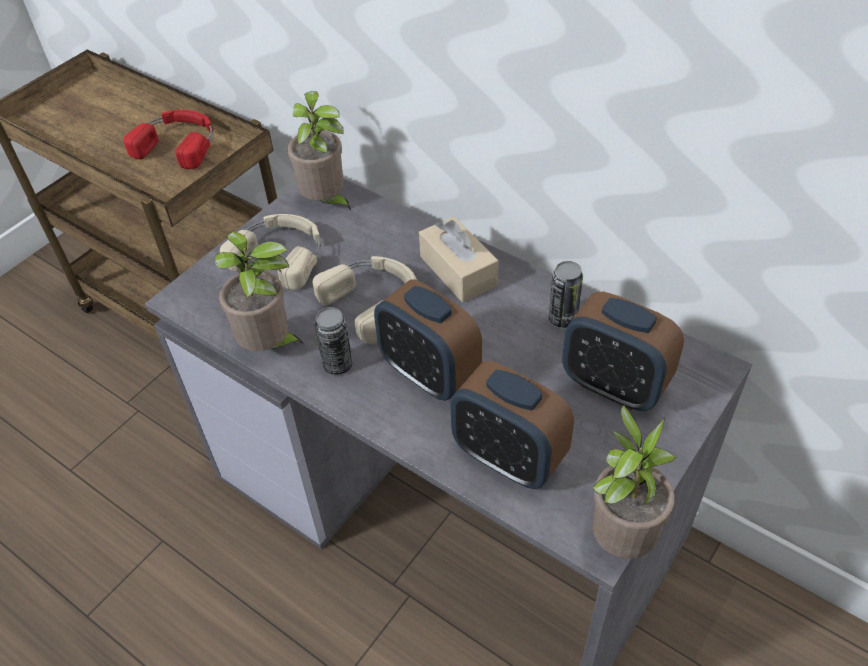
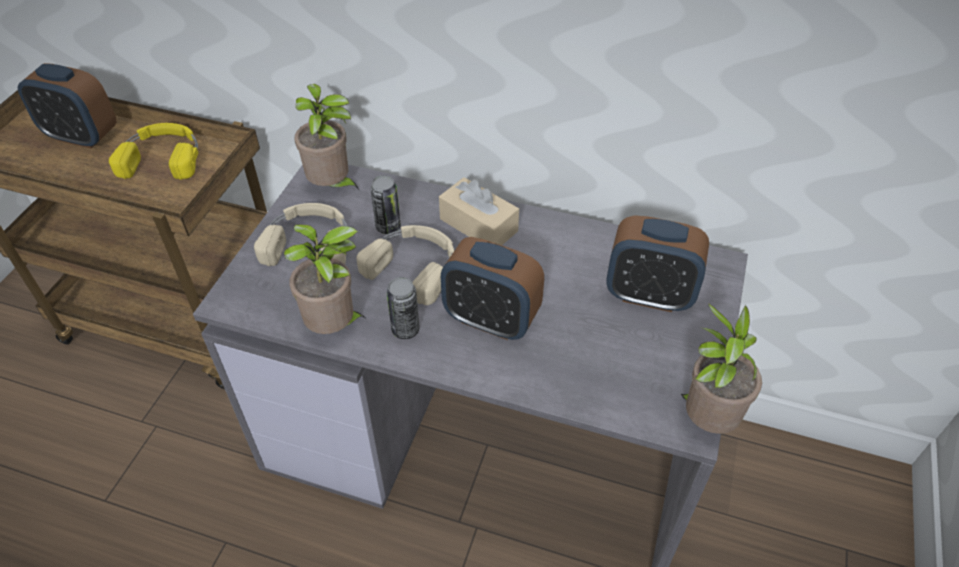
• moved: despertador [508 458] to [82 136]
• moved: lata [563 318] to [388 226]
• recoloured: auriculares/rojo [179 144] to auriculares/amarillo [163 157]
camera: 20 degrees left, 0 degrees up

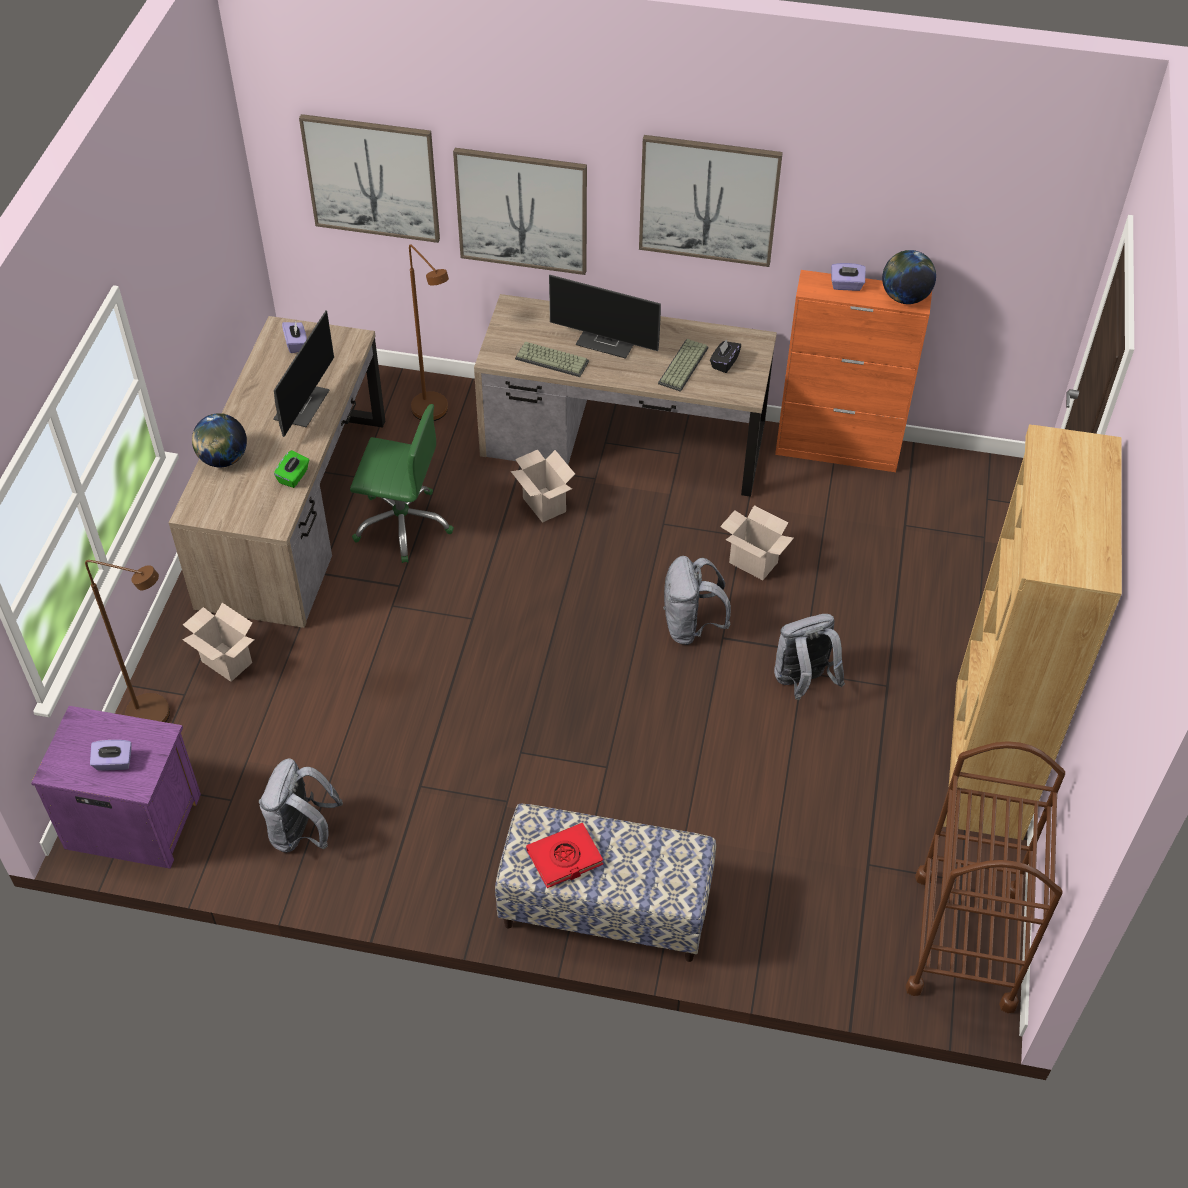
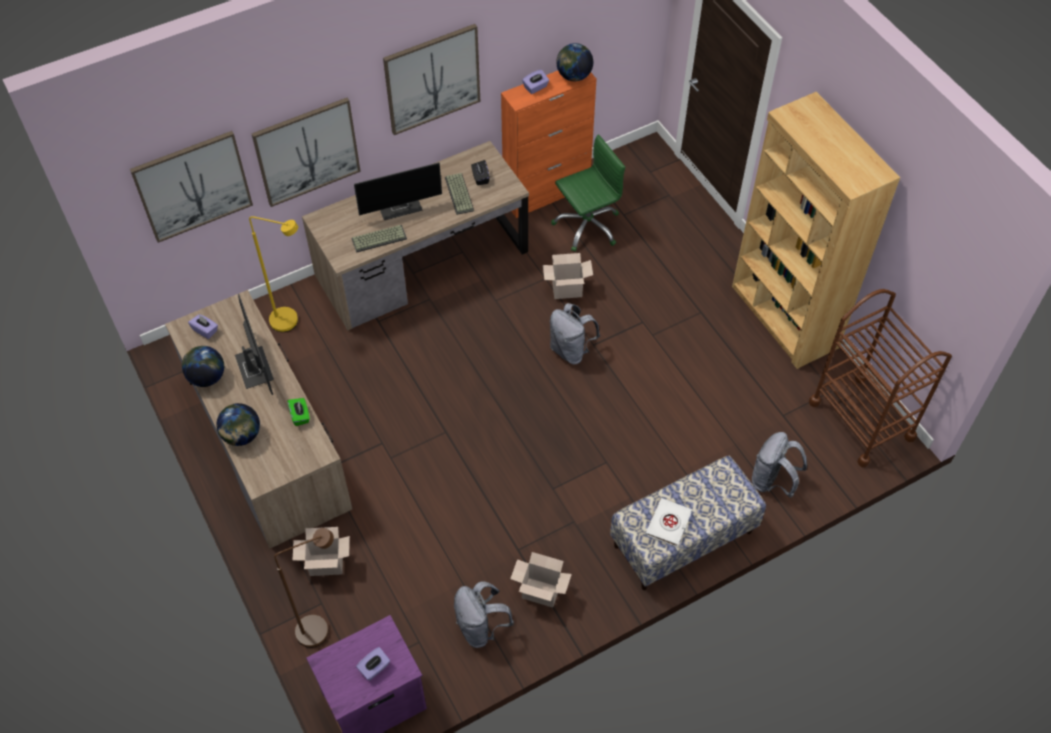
• added: globo terráqueo [207 377]
• moved: silla de oficina/verde [403 524] to [587 226]
• moved: caja de cartón [542 504] to [539 593]
• moved: mochila/gris [803 682] to [772 481]
• recoloured: lámpara de pie/marrón [435 415] to lámpara de pie/amarillo [291 322]
• recoloured: libro/rojo [565 858] to libro/blanco [668 524]
camera: 40 degrees left, 5 degrees up

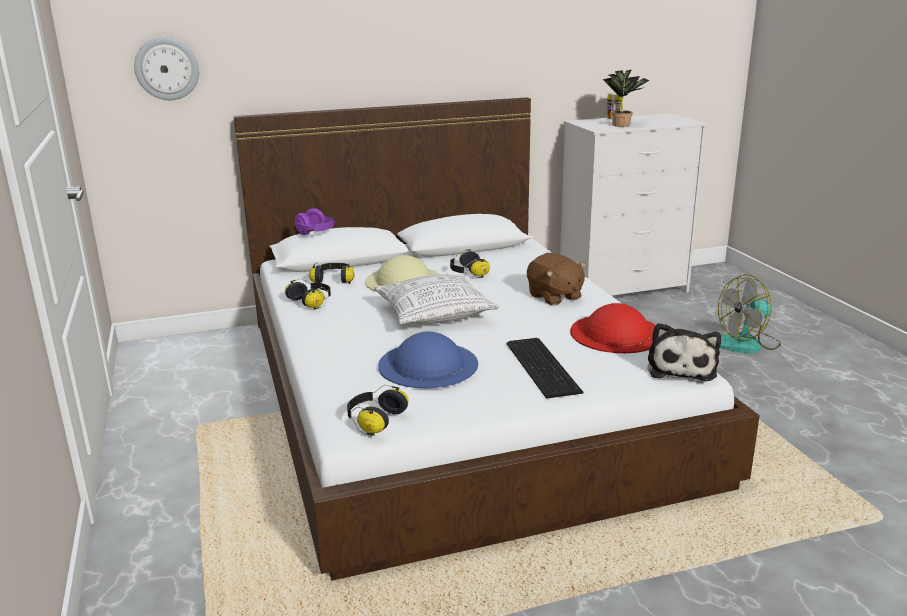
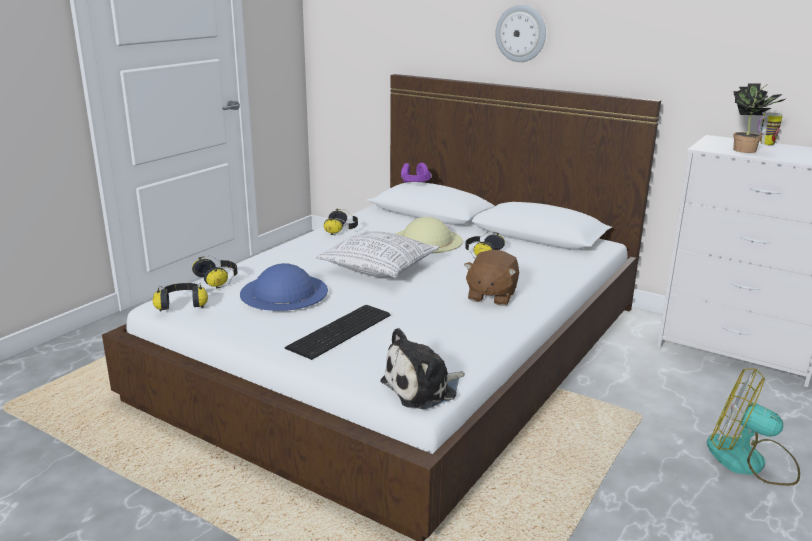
• removed: sombrero/rojo [616 333]
• moved: reloj de pared [167 68] to [521 33]
• moved: auriculares [333 280] to [218 280]
camera: 50 degrees right, 0 degrees up

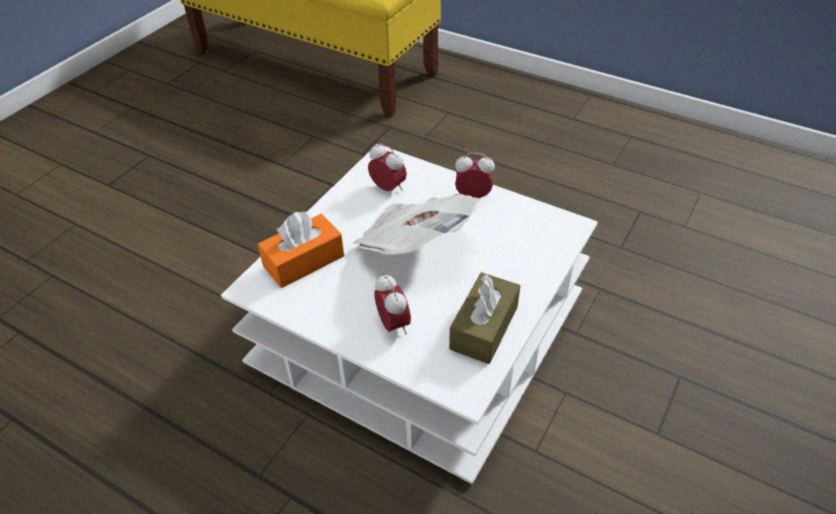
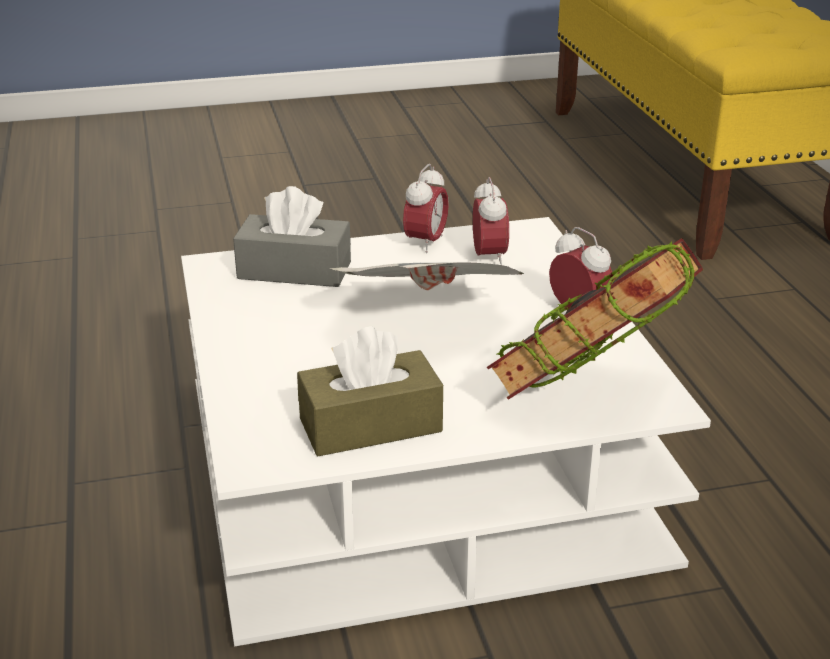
• added: libro [589 398]
• moved: despertador [393 325] to [425 243]
• recoloured: caja de pañuelos/naranja [303 261] to caja de pañuelos/gris [294 270]
camera: 45 degrees right, 15 degrees down

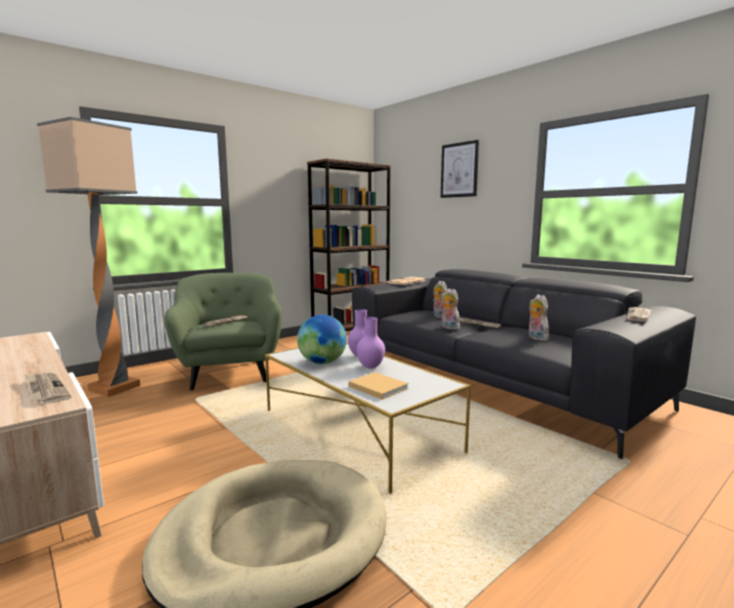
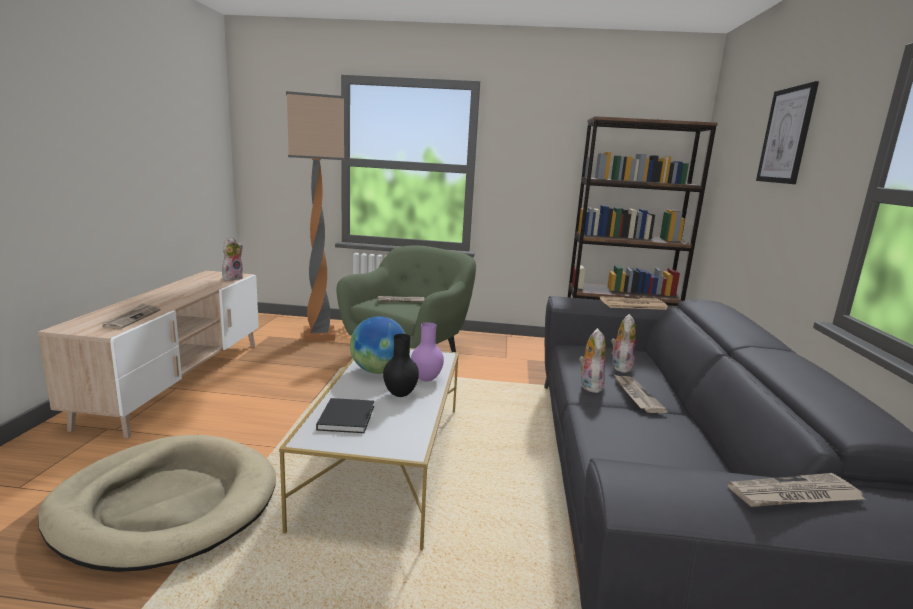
• moved: peluche [536 338] to [232 278]
• recoloured: libro/beis [377 387] to libro/negro [347 416]
• recoloured: florero/morado [370 367] to florero/negro [400 394]
camera: 45 degrees right, 5 degrees up

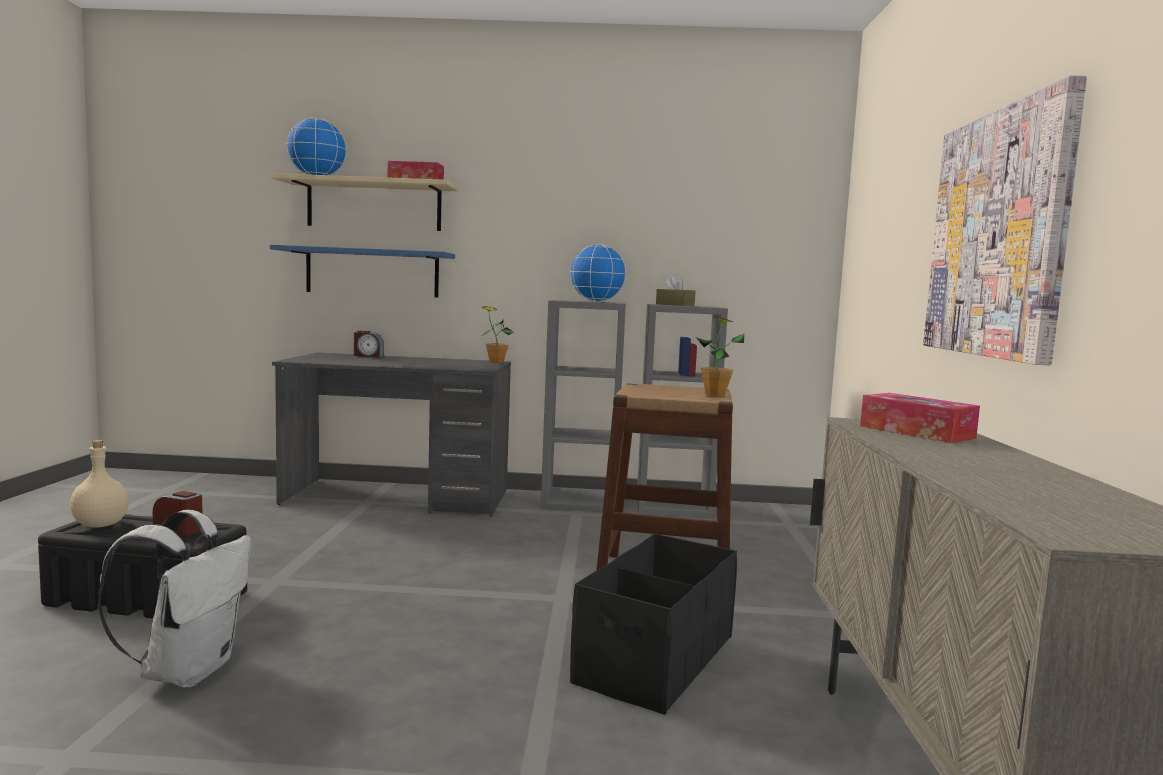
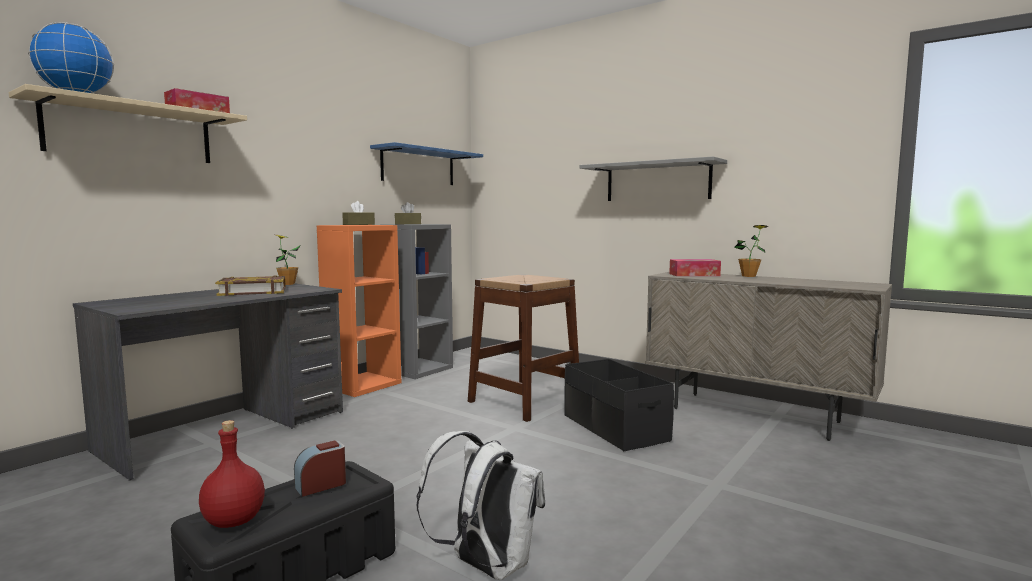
• removed: despertador [368 355]
• added: libro [253 291]
• moved: estante/azul [372 272] to [418 167]
• moved: planta en maceta [714 394] to [749 276]
• replaced: globo terráqueo [596 301] to caja de pañuelos/marrón [358 224]
• replaced: cuadro [998 234] to estante/gris [657 182]
• recoloured: botella/beis [100 525] to botella/rojo [235 521]
• recoloured: estantería/gris [580 501] to estantería/naranja [363 385]
camera: 55 degrees left, 0 degrees up

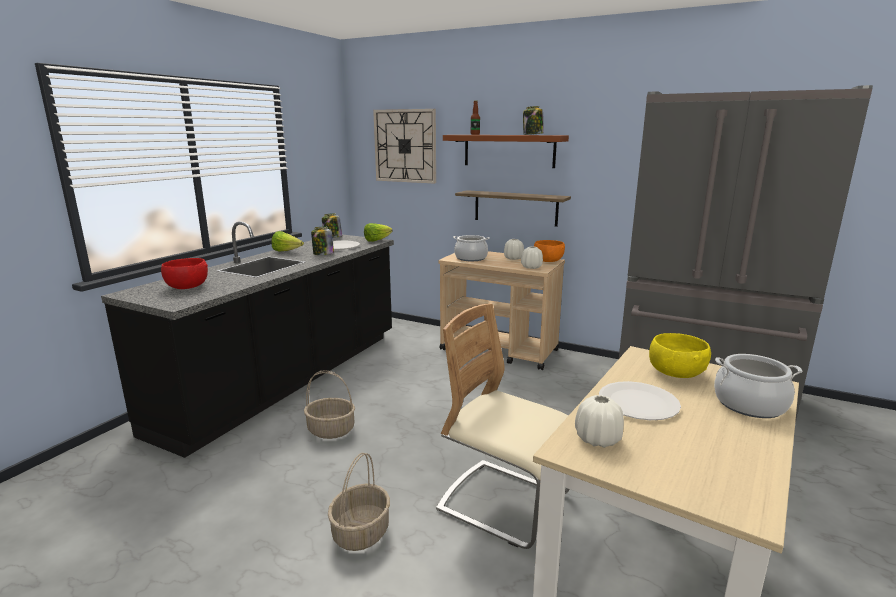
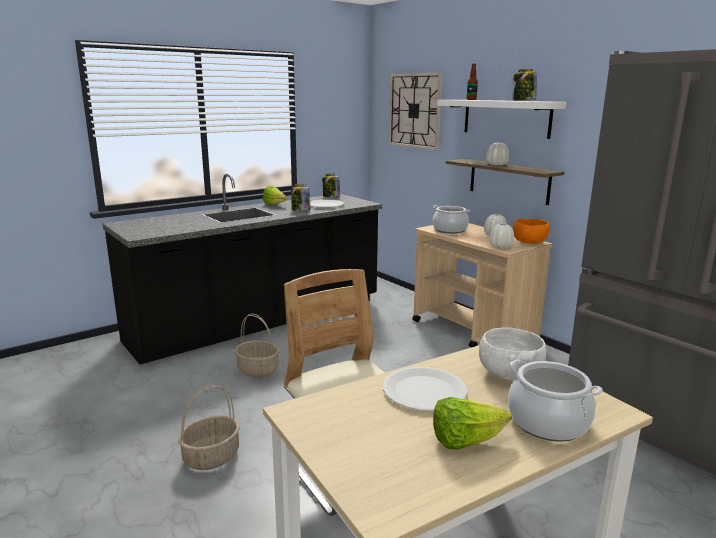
• removed: cuenco/rojo [187 287]
• moved: lechuga [377 240] to [465 441]
• moved: florero/blanco [597 439] to [497 164]
• recoloured: estante/marrón [509 150] to estante/blanco [506 118]
• recoloured: cuenco/amarillo [675 373] to cuenco/blanco [509 374]
camera: 25 degrees right, 0 degrees up

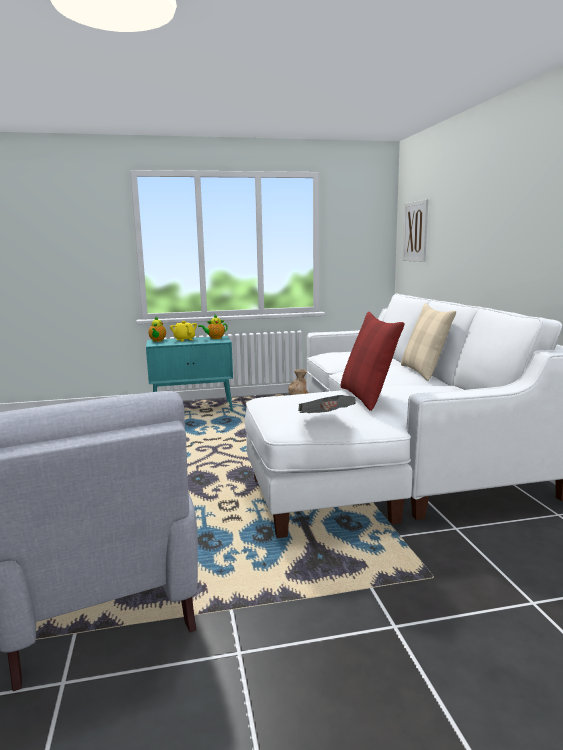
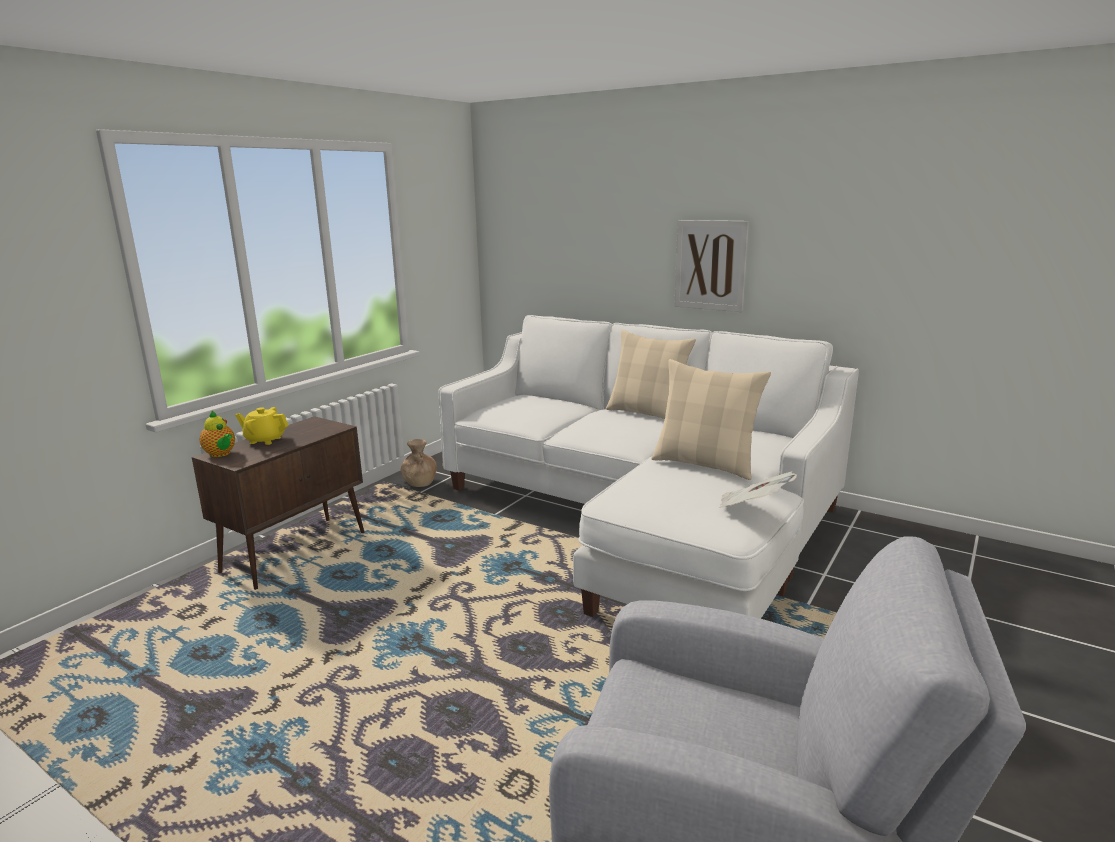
• removed: tetera [215 338]
• moved: cuadro [415 231] to [710 265]
• recoloured: armario/turquesa [193 409] to armario/marrón [296 551]
• recoloured: cojín/rojo [367 397] to cojín/beis [705 464]
camera: 45 degrees left, 5 degrees up

